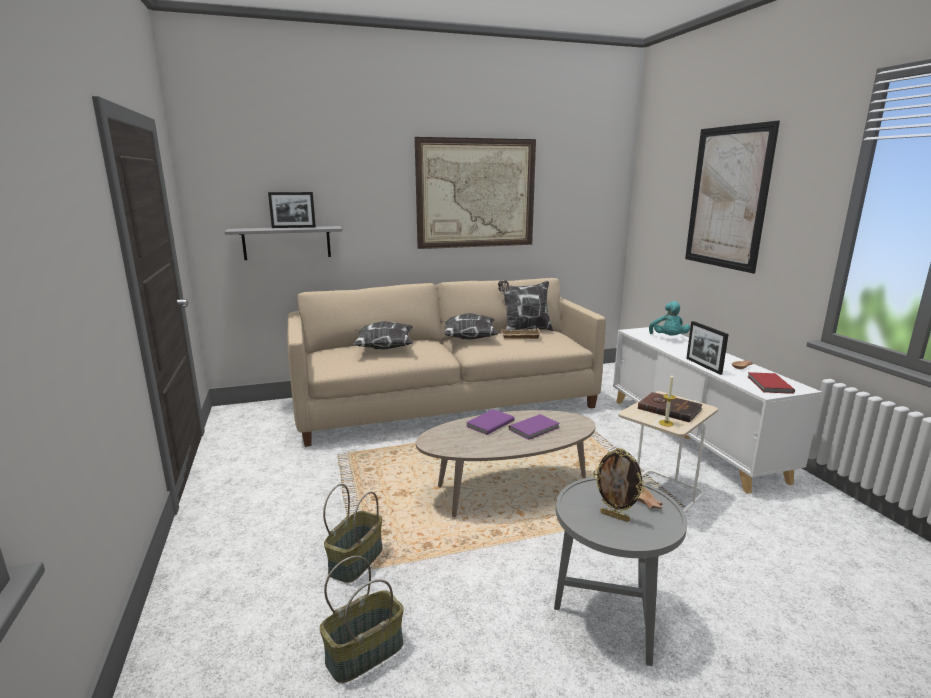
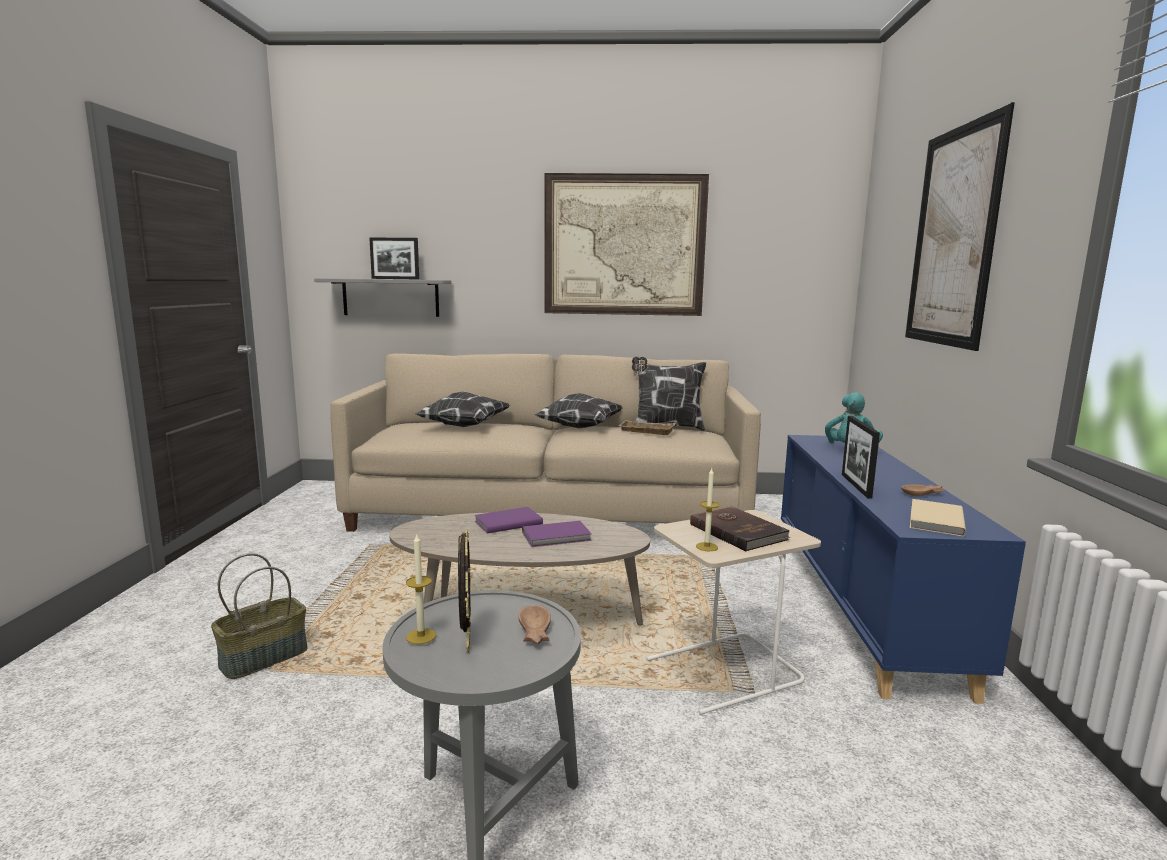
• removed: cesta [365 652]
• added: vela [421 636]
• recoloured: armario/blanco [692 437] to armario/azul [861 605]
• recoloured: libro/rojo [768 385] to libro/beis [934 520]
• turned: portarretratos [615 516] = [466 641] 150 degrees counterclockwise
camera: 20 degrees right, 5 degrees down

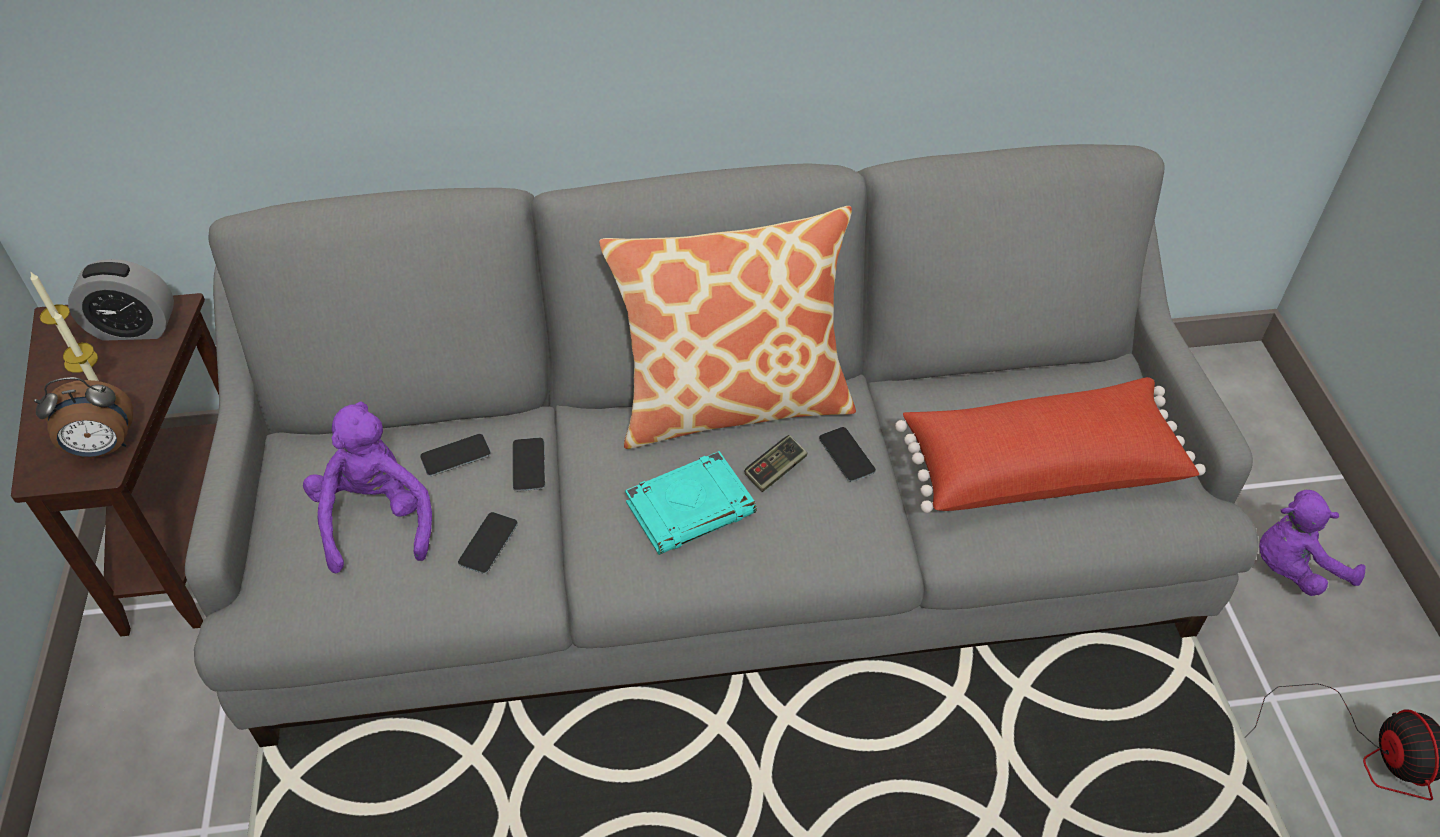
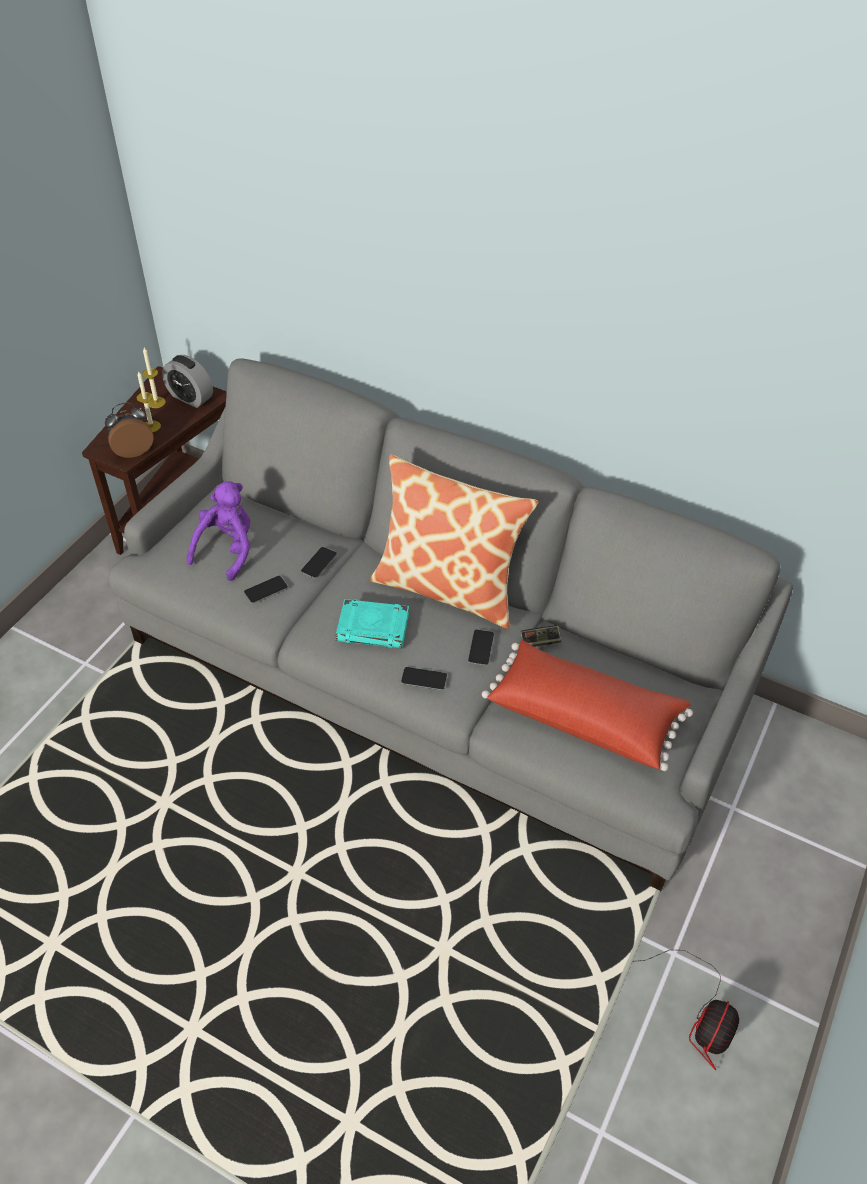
• removed: peluche/morado [1293 567]
• moved: móvil [455 455] to [424 679]
• moved: mando de consola [775 470] to [540 641]
• turned: despertador [103 448] = [133 450] 135 degrees clockwise
camera: 35 degrees right, 0 degrees up

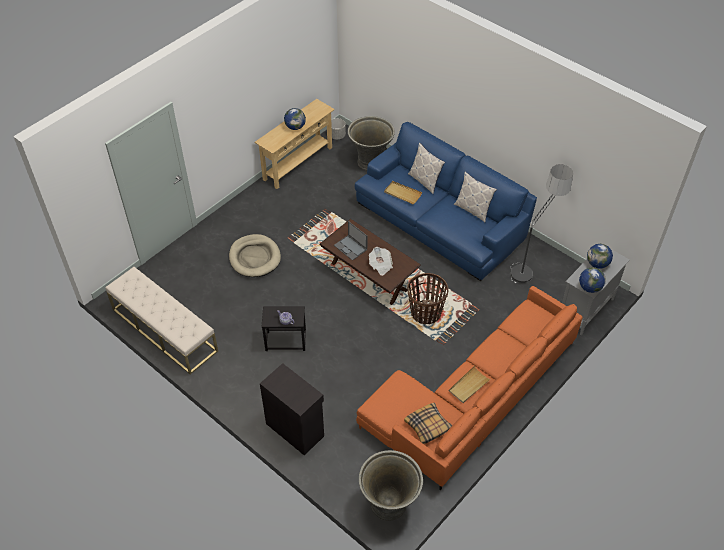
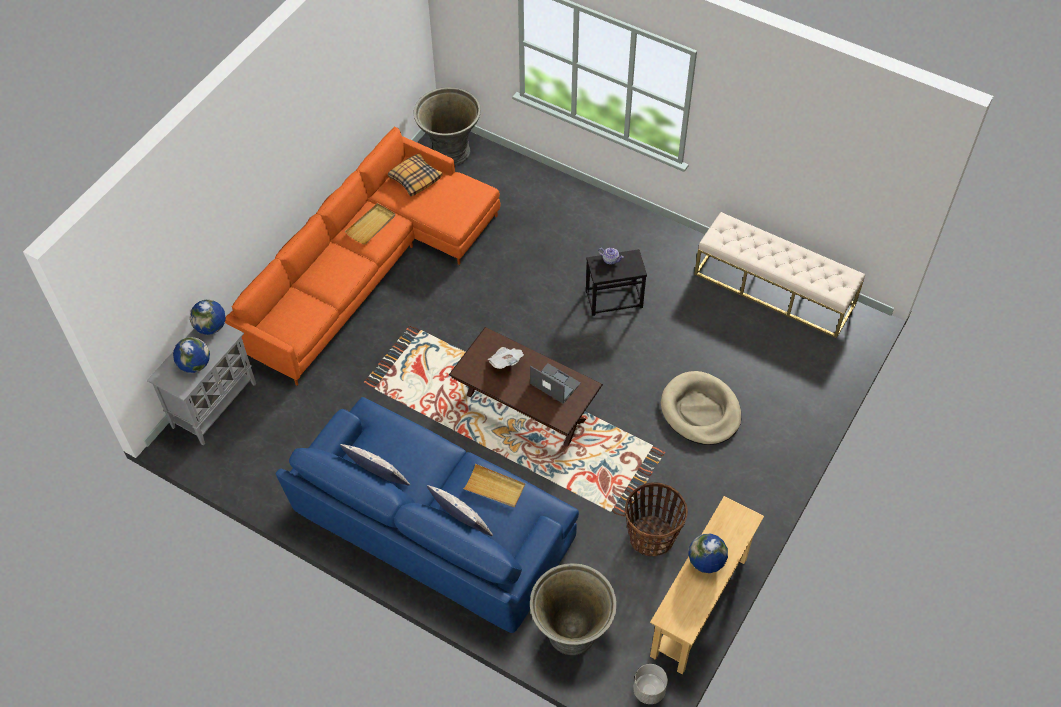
• removed: armario/negro [295 429]
• removed: lámpara de pie [531 264]
• moved: cesta [425 313] to [651 537]
camera: 170 degrees right, 5 degrees up

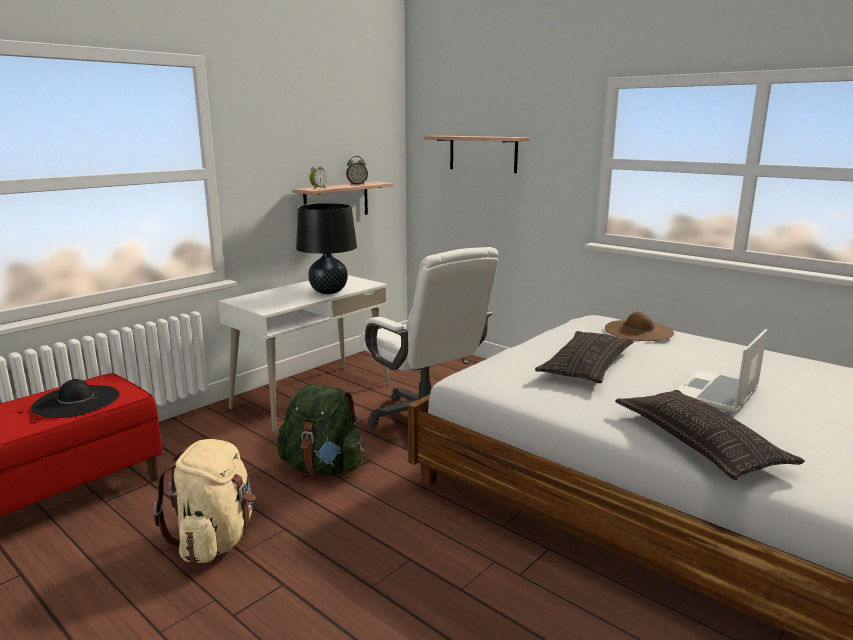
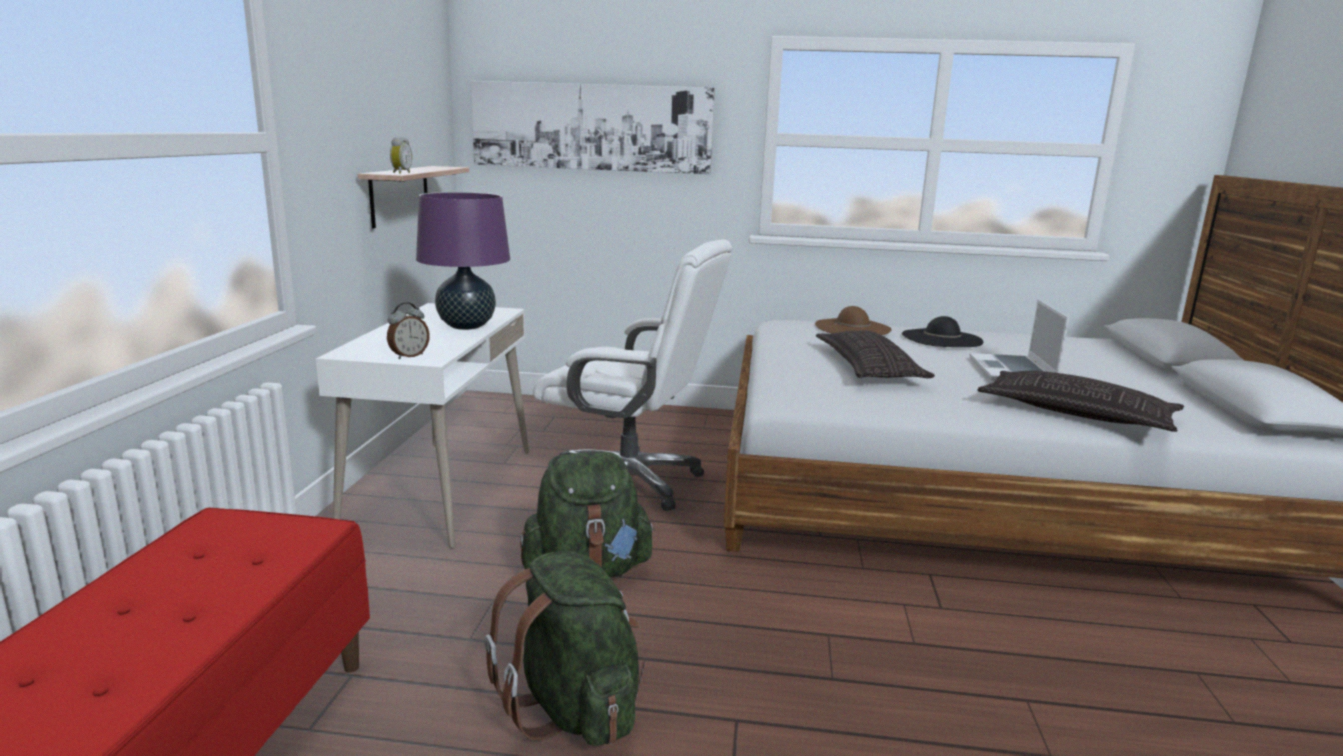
• moved: sombrero/negro [76 401] to [941 338]
• moved: despertador [357 184] to [409 356]
• replaced: estante [483 153] to cuadro [591 127]
• recoloured: mochila/beis [215 540] to mochila/verde [573 708]
• recoloured: lámpara de mesa/negro [328 291] to lámpara de mesa/morado [466 326]
camera: 35 degrees left, 0 degrees up

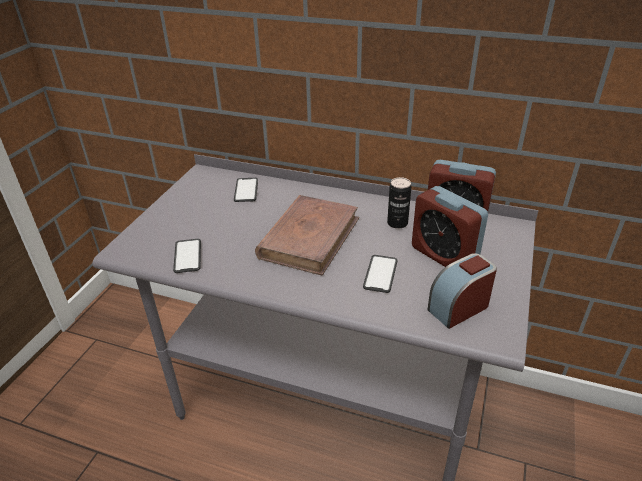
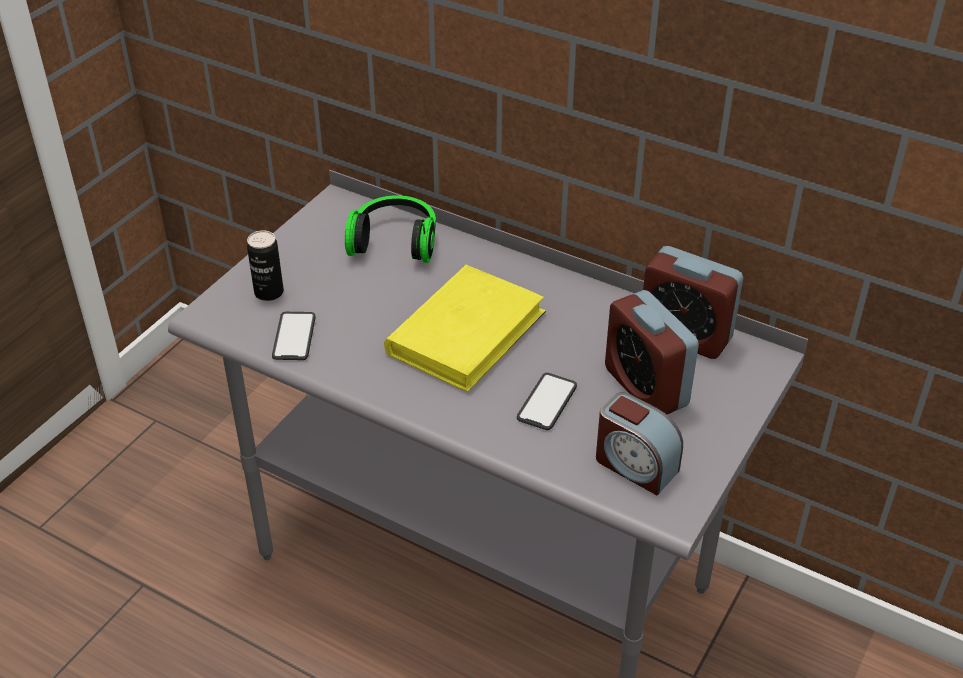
• moved: lata [397 223] to [269 292]
• replaced: móvil [246 190] to auriculares [395 242]
• recoloured: libro/marrón [309 238] to libro/amarillo [466 333]
• turned: despertador [459 307] = [635 465] 120 degrees counterclockwise
camera: 10 degrees right, 5 degrees up

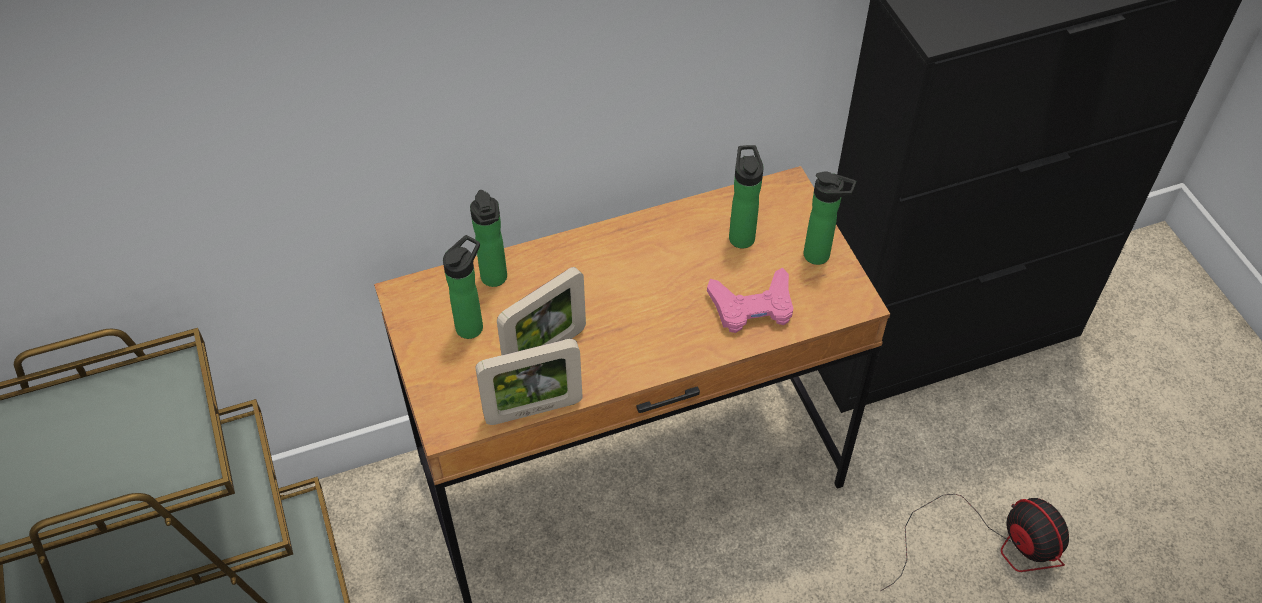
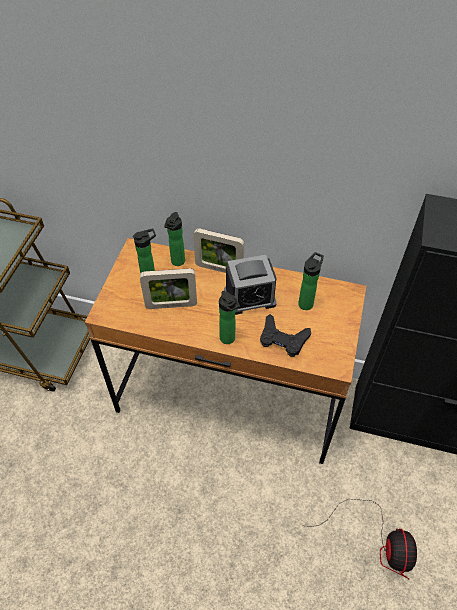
• added: despertador [249 298]
• moved: portarretratos [533 410] to [219 269]
• moved: botella [820 256] to [228 340]
• recoloured: mando de consola/rosa [752 306] to mando de consola/negro [283 339]
camera: 35 degrees right, 0 degrees up

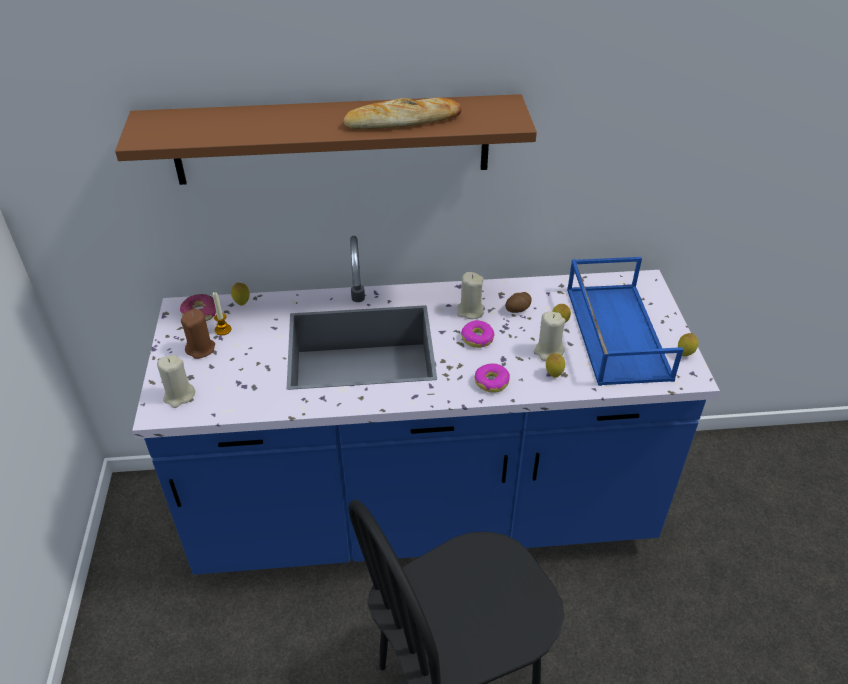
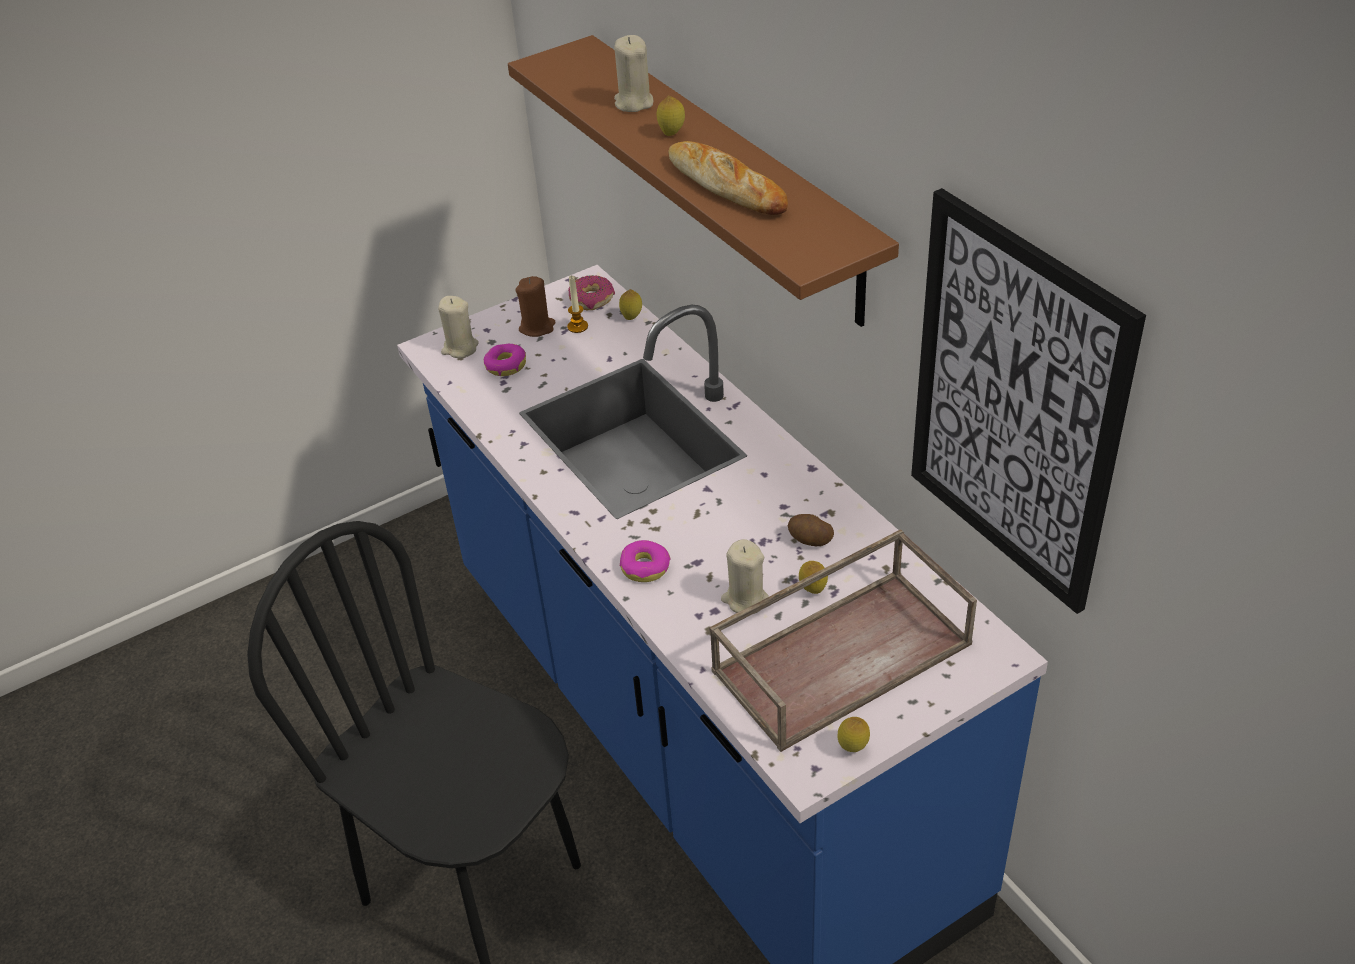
• added: cuadro [1015 405]
• moved: vela/beis [470 311] to [633 103]
• moved: rosquilla [477 338] to [505 365]
• moved: limón [553 374] to [671 133]
• recoloured: bandeja/azul [615 332] to bandeja/marrón [842 654]
camera: 65 degrees right, 0 degrees up

